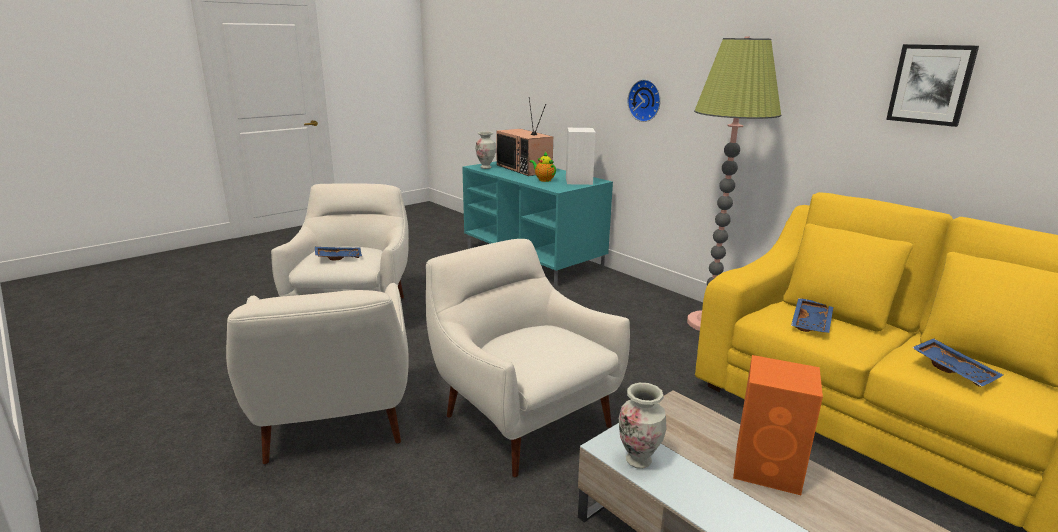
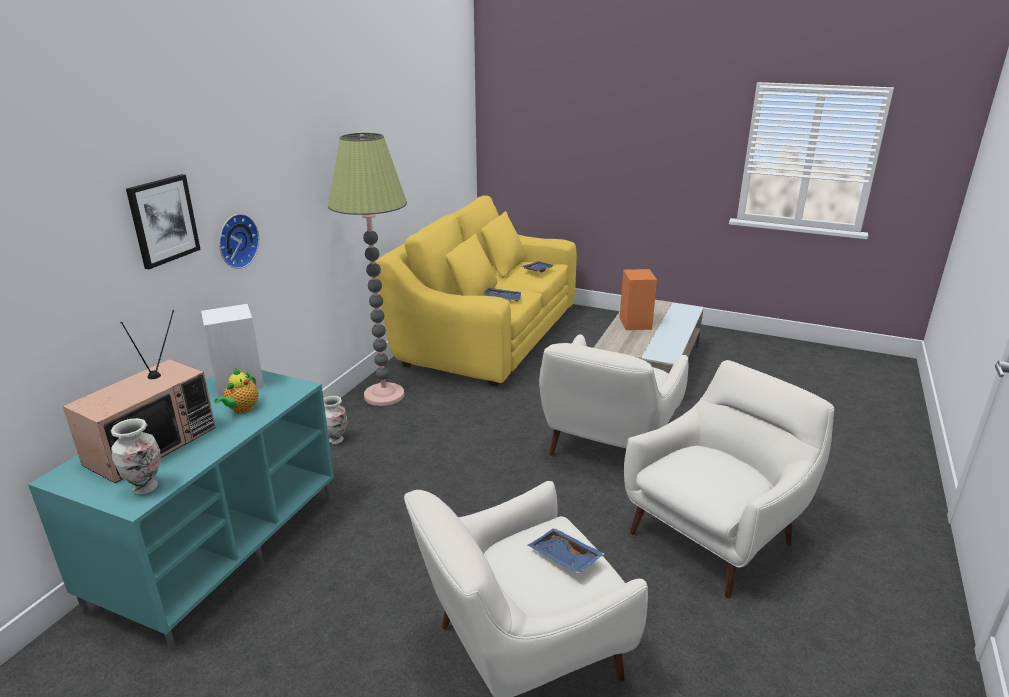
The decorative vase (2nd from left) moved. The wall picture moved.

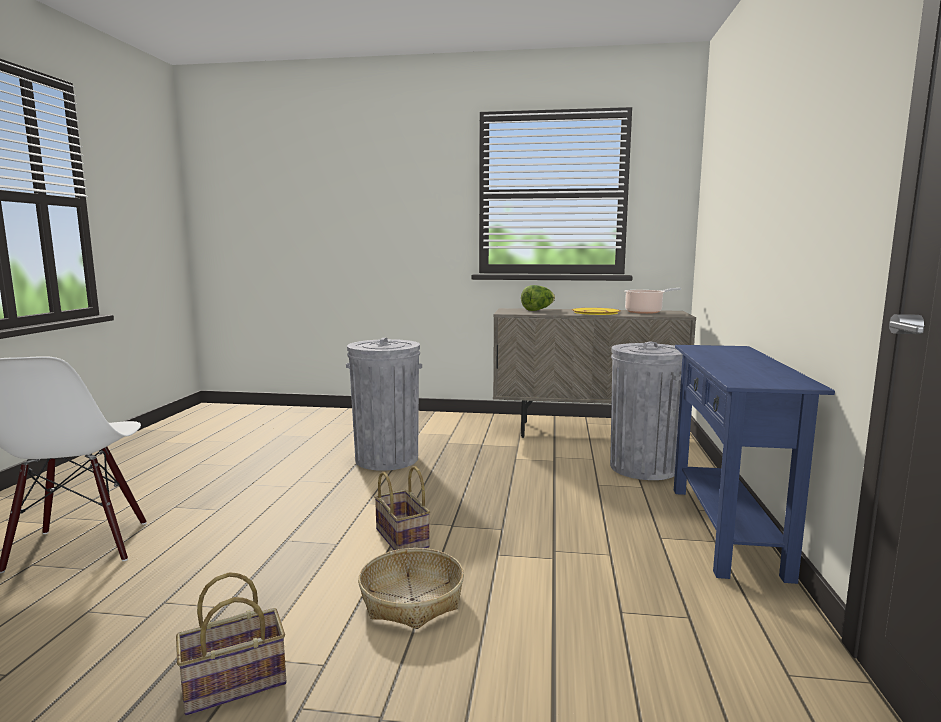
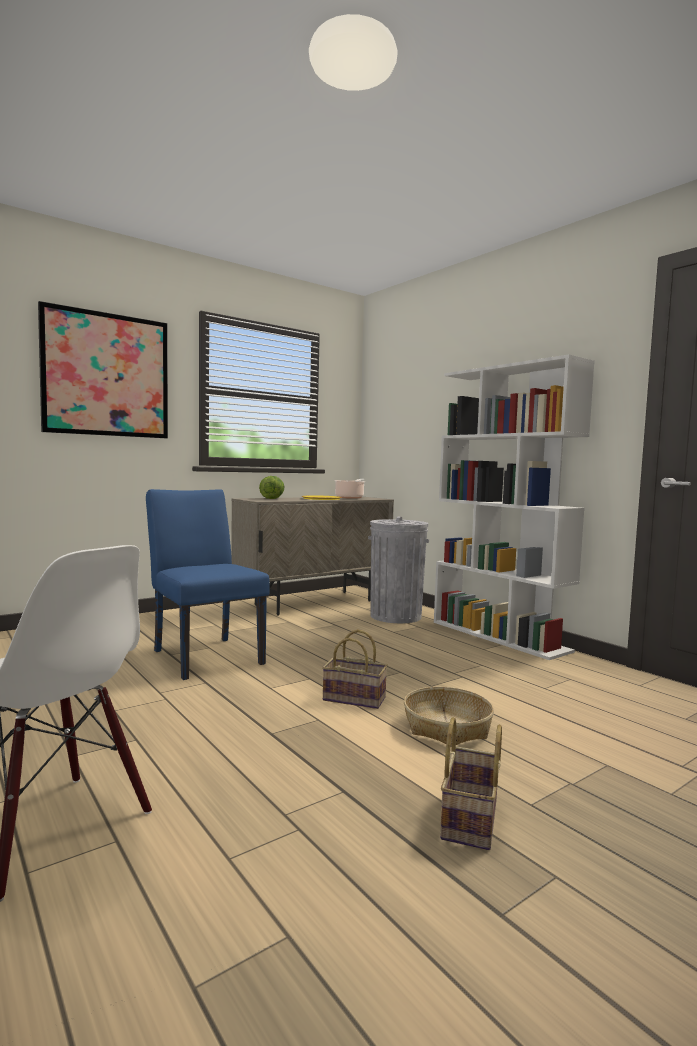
The trash can (greyish) (1st from left) was replaced by the plain chair (bluish). The console table (bluish) was replaced by the bookcase (white-coloured). The wall picture appeared.

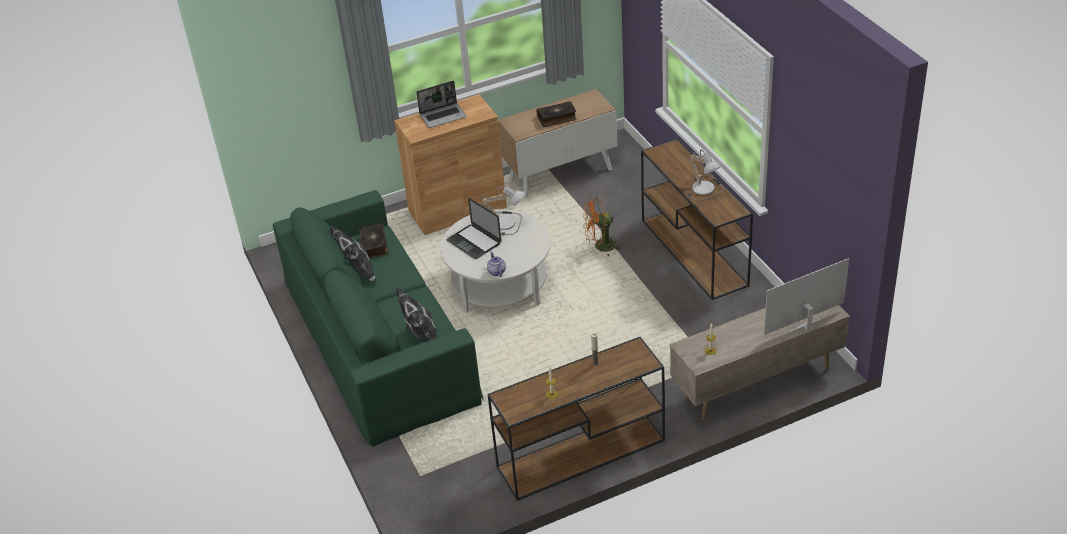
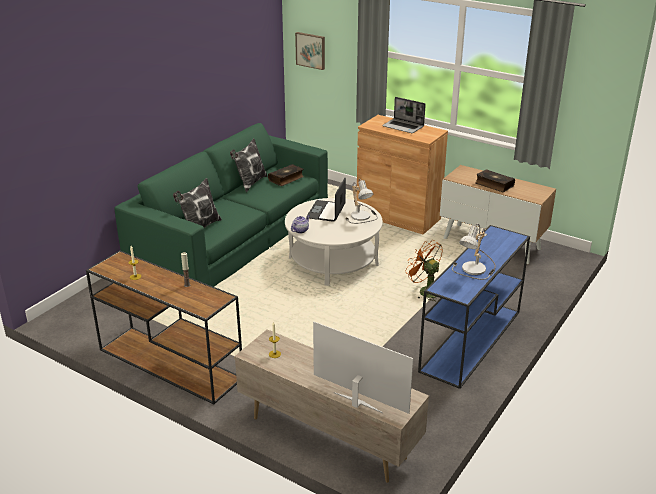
The console table (brownish) (2nd from left) became the console table (bluish). The wall picture appeared.

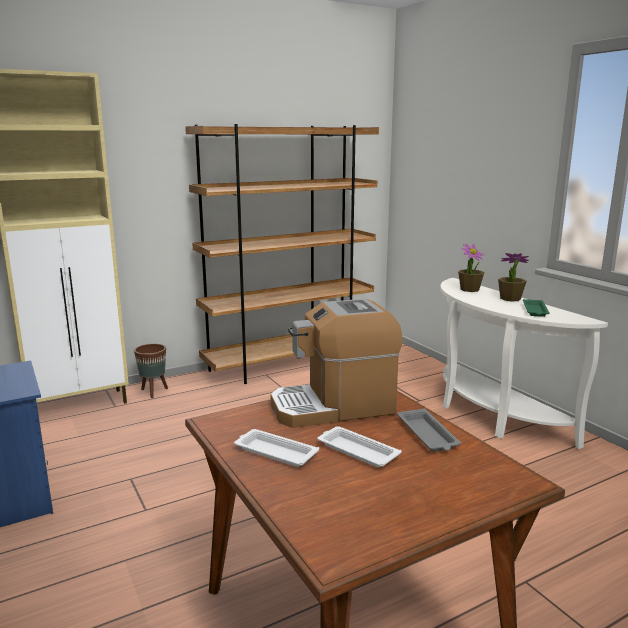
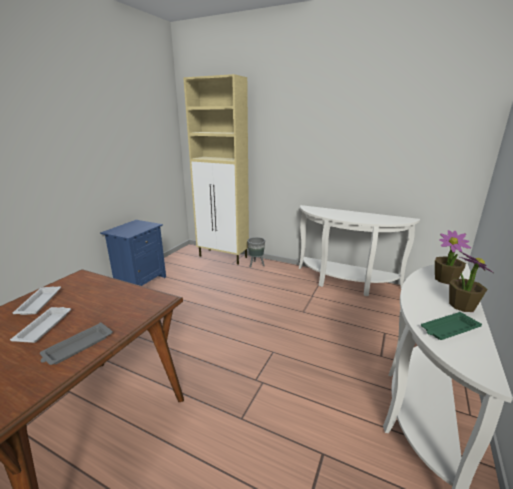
The planter (brownish) became the planter (greyish). The bookcase (brownish) was replaced by the console table (white-coloured) (1st from left). The coffee brewer disappeared.

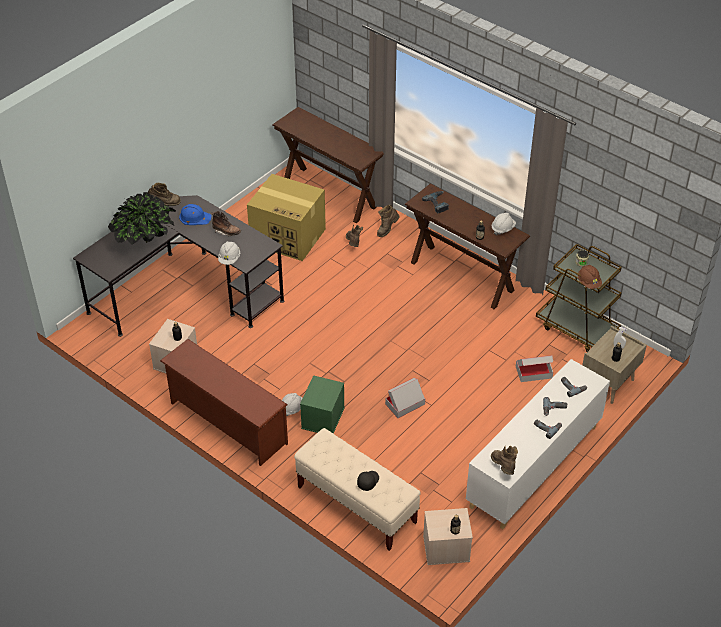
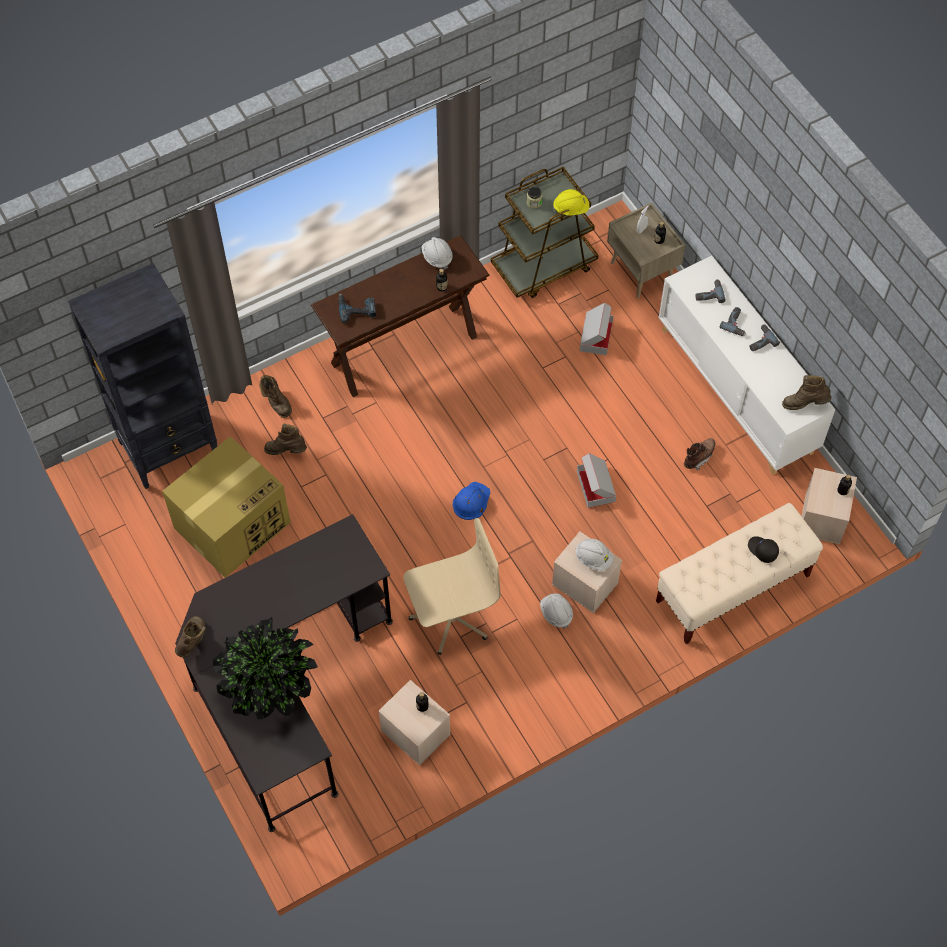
The shoe shelf (brownish) disappeared. The work helmet (bluish) moved. The boot (brownish) (2nd from left in the first image) moved. The work helmet (white-coloured) (1st from left in the first image) moved. The console table (brownish) (1st from left) was replaced by the bookcase (blackish). The storage bin (green-coloured) became the storage bin (beige-coloured) (2nd from left). The work helmet (brownish) became the work helmet (yellowish). The desk chair (beige-coloured) appeared.

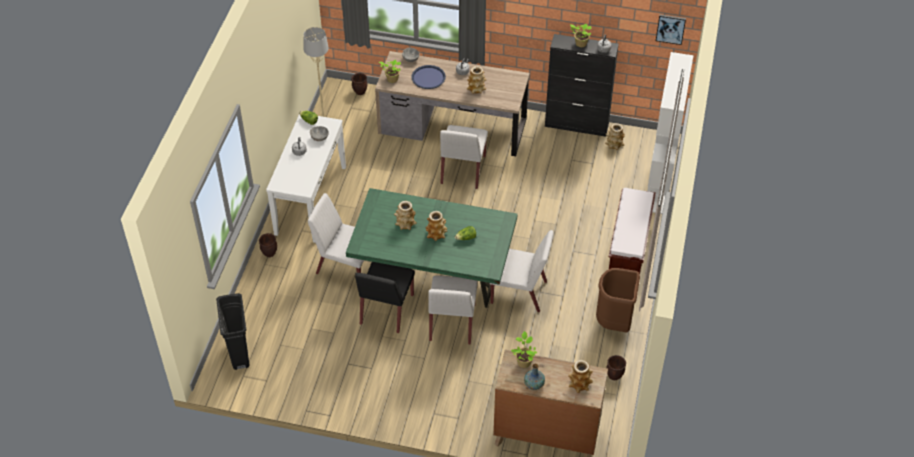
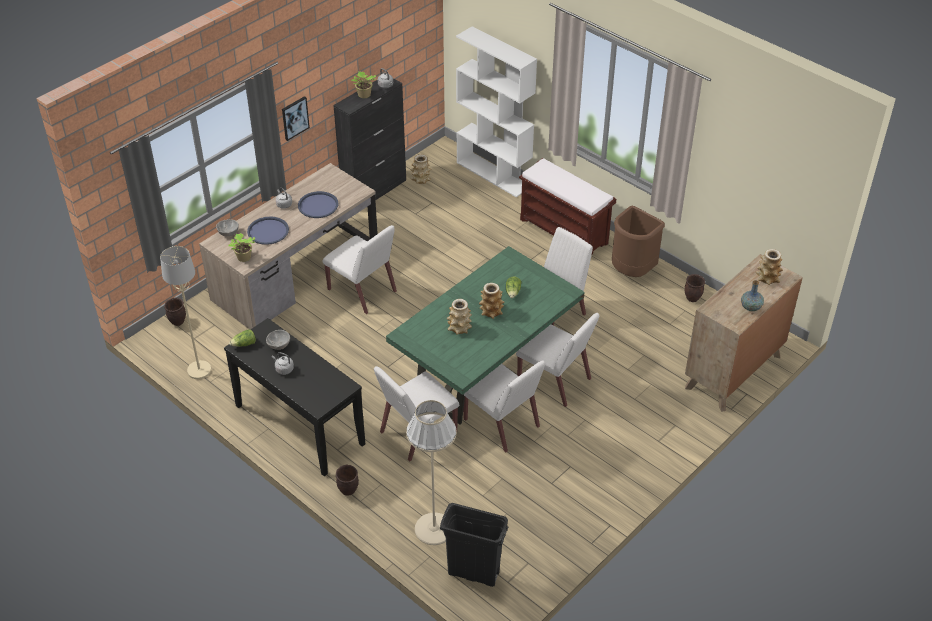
The console table (white-coloured) became the console table (blackish). The plain chair (blackish) became the plain chair (white-coloured) (3rd from left). The decorative vase (3rd from left) was replaced by the carrying tray (bluish) (2nd from left). The potted plant (2nd from left) disappeared. The wall picture moved. The standing lamp (beige-coloured) (2nd from left) appeared.

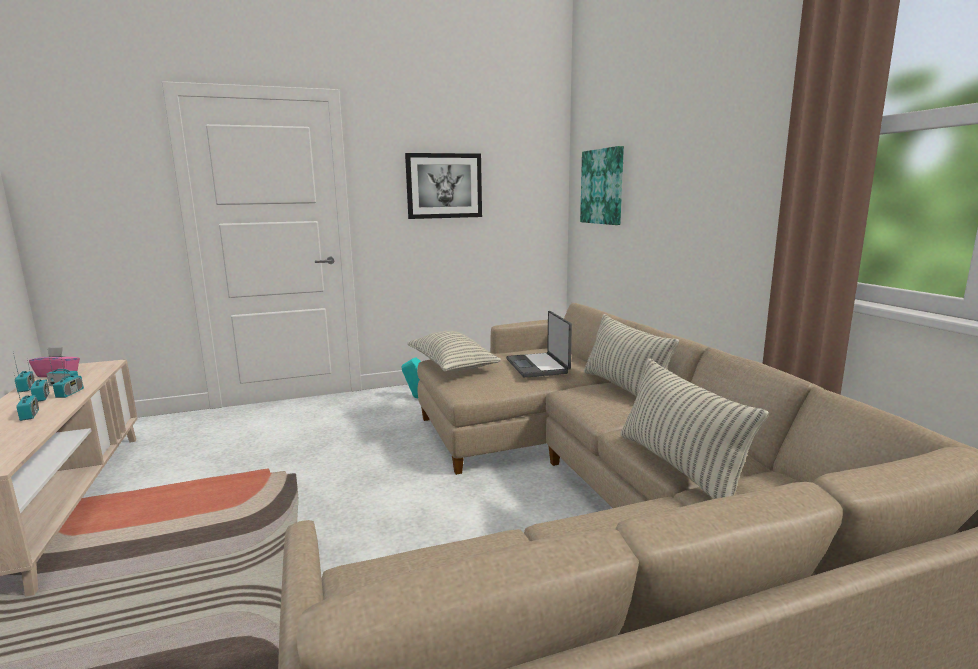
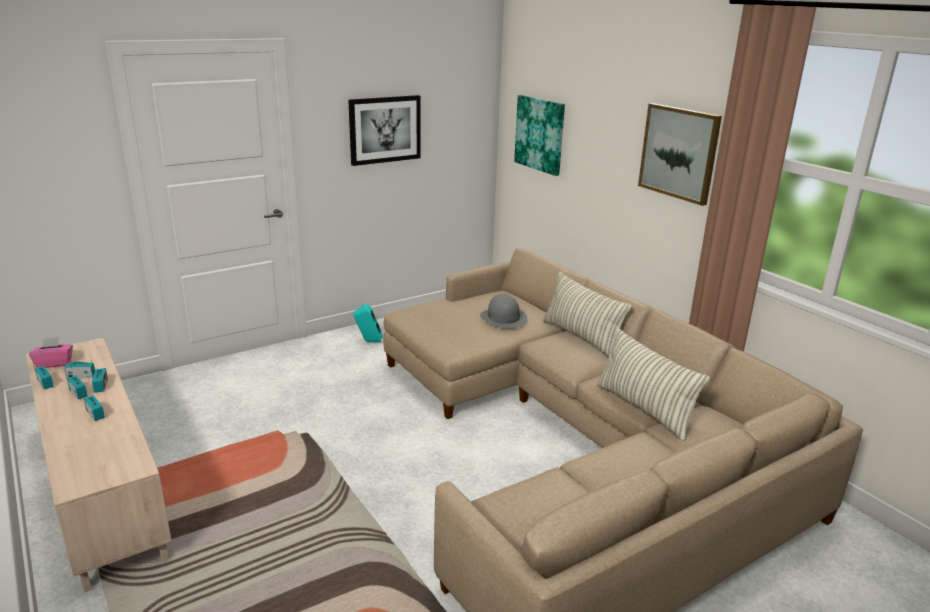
The pillow (1st from left) disappeared. The notebook computer was replaced by the clothing hat (greyish). The wall picture (3rd from left) appeared.

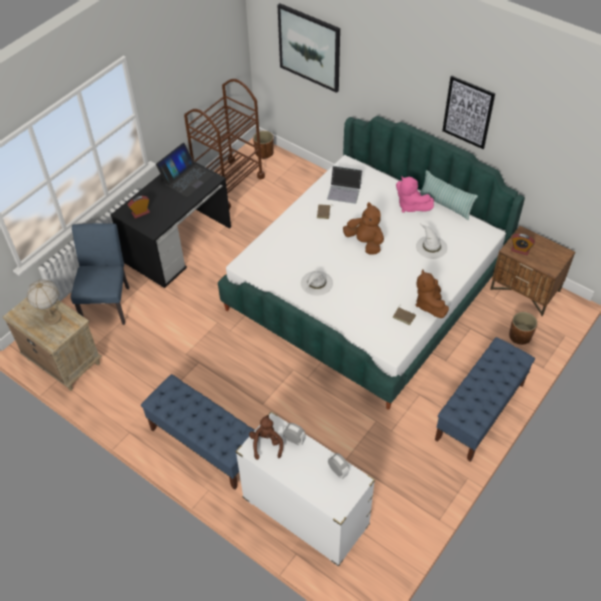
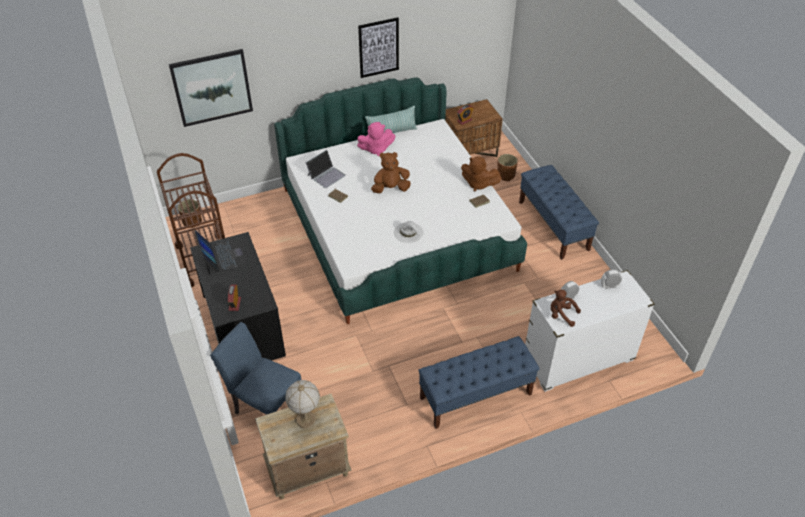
The clothing hat (white-coloured) (2nd from left) disappeared.

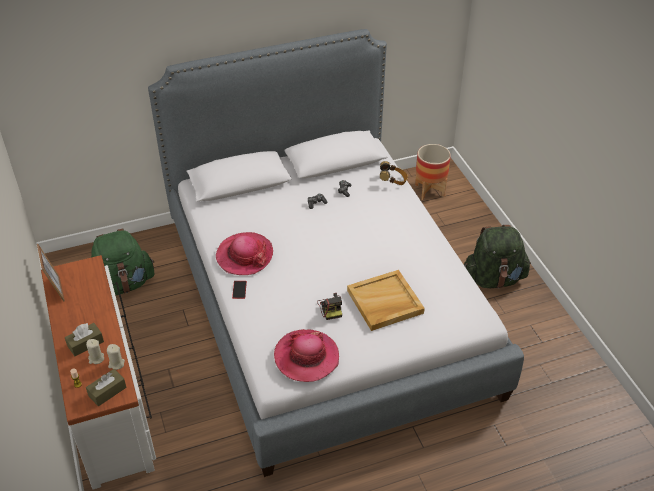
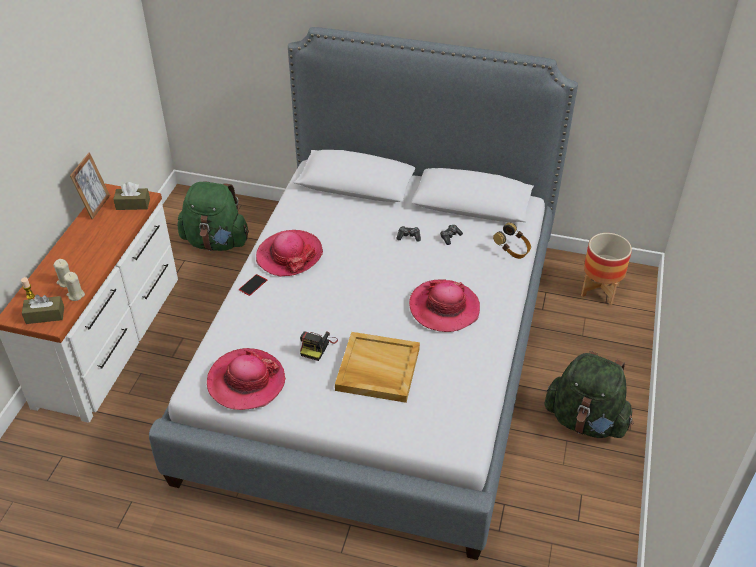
The tissue holder (brownish) (1st from left in the first image) moved. The clothing hat (3rd from left) appeared.

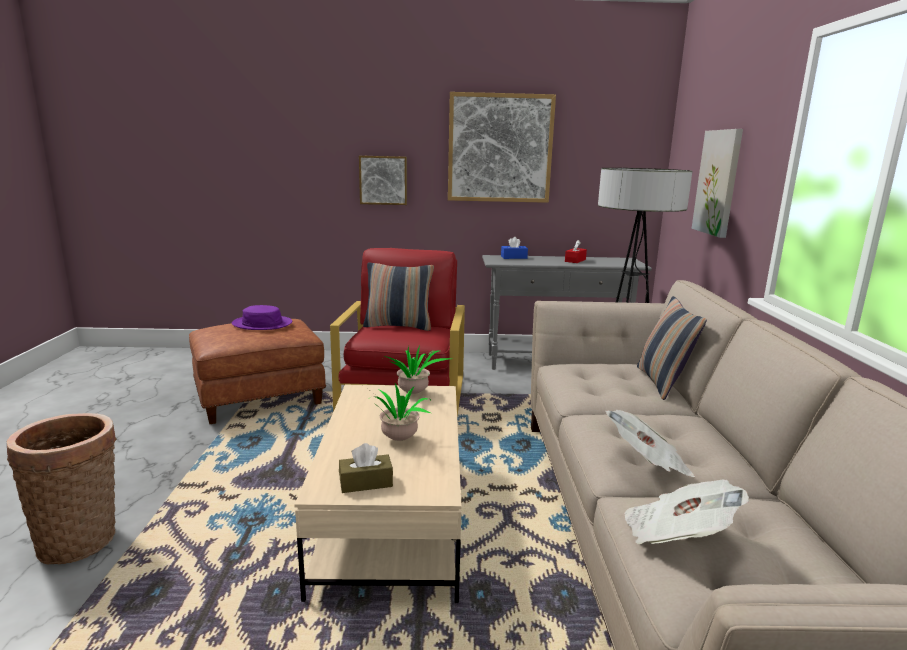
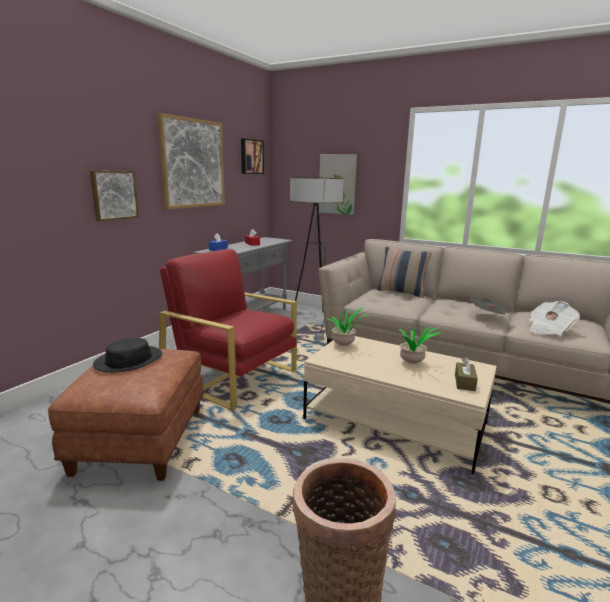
The clothing hat (purple-coloured) became the clothing hat (blackish). The pillow (1st from left) disappeared. The wall picture (3rd from left) appeared.

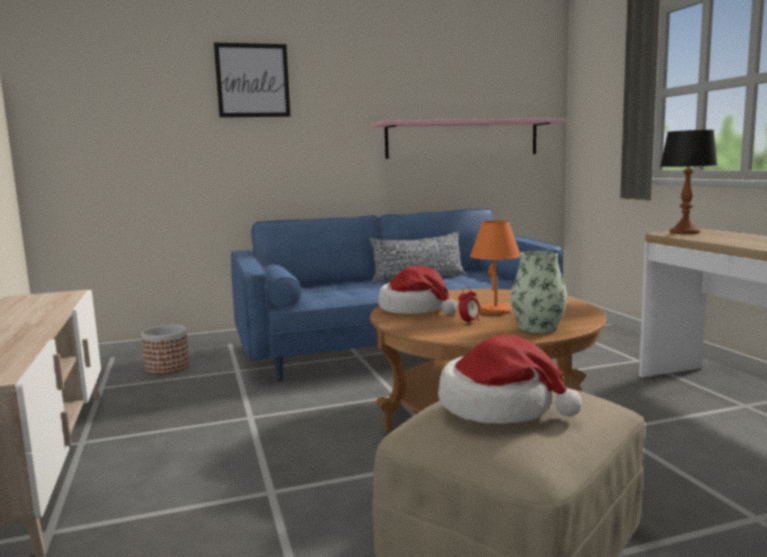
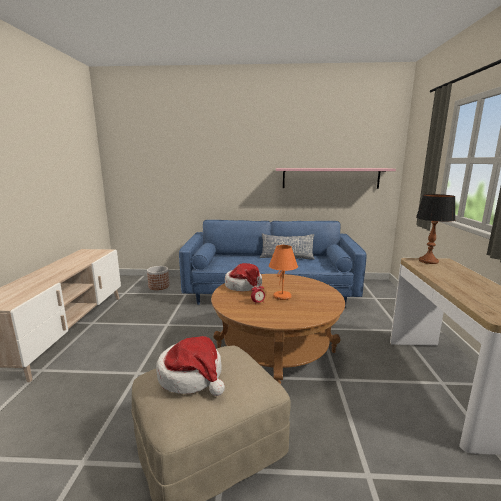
The wall picture disappeared. The decorative vase disappeared.

